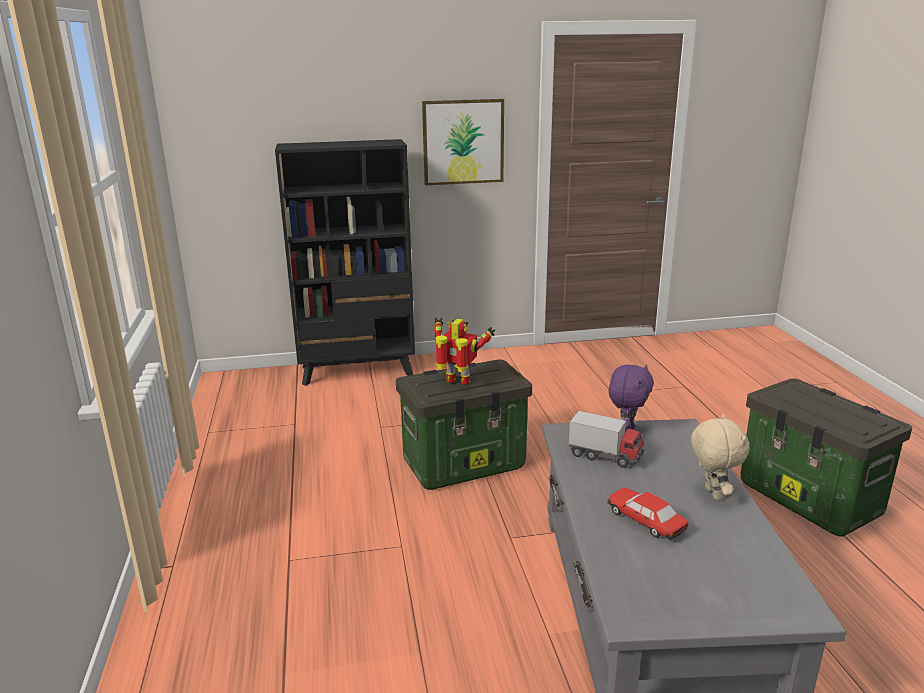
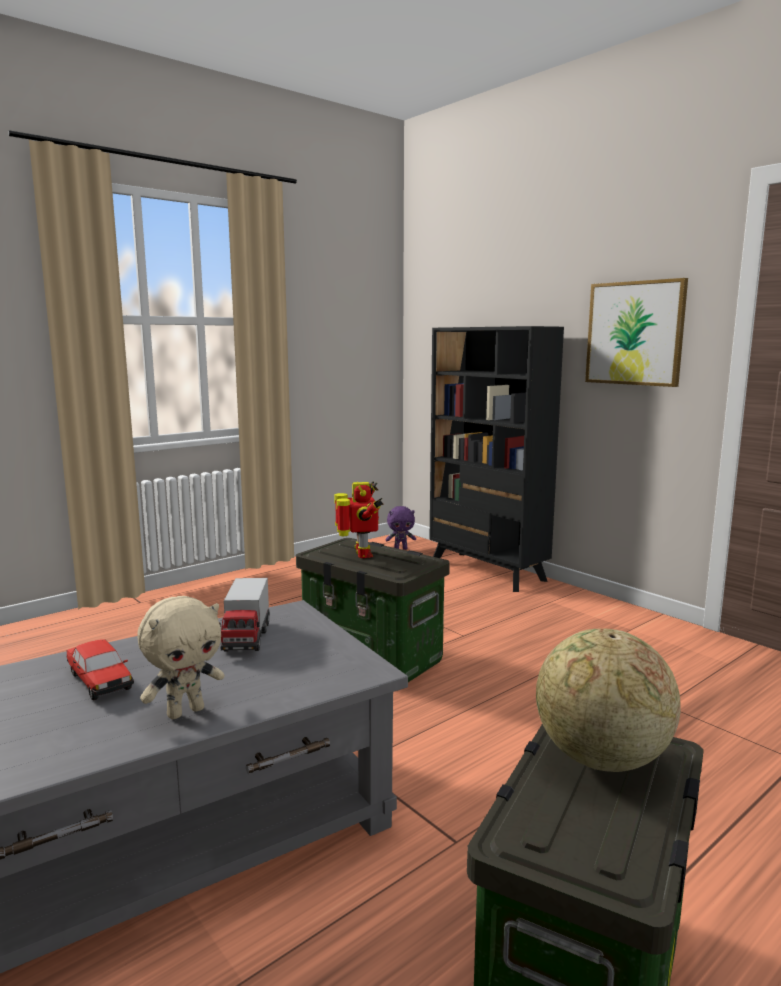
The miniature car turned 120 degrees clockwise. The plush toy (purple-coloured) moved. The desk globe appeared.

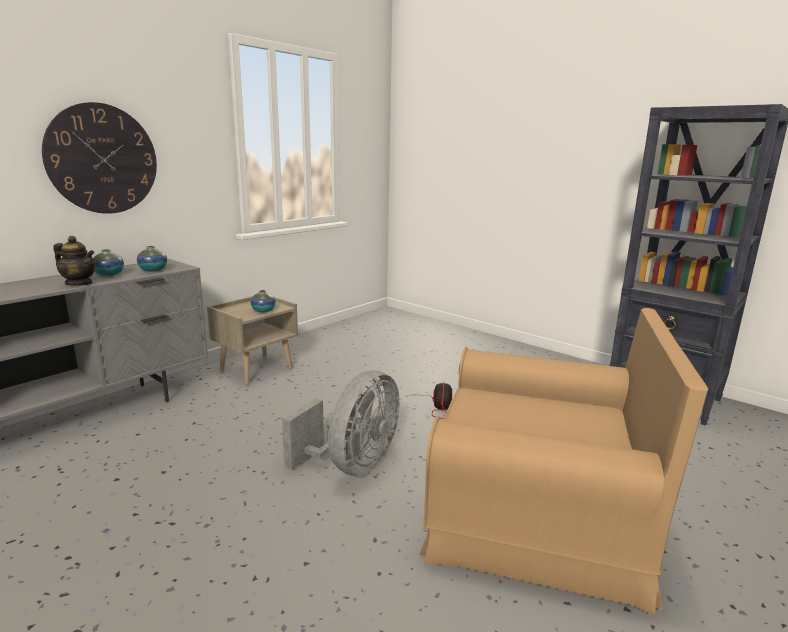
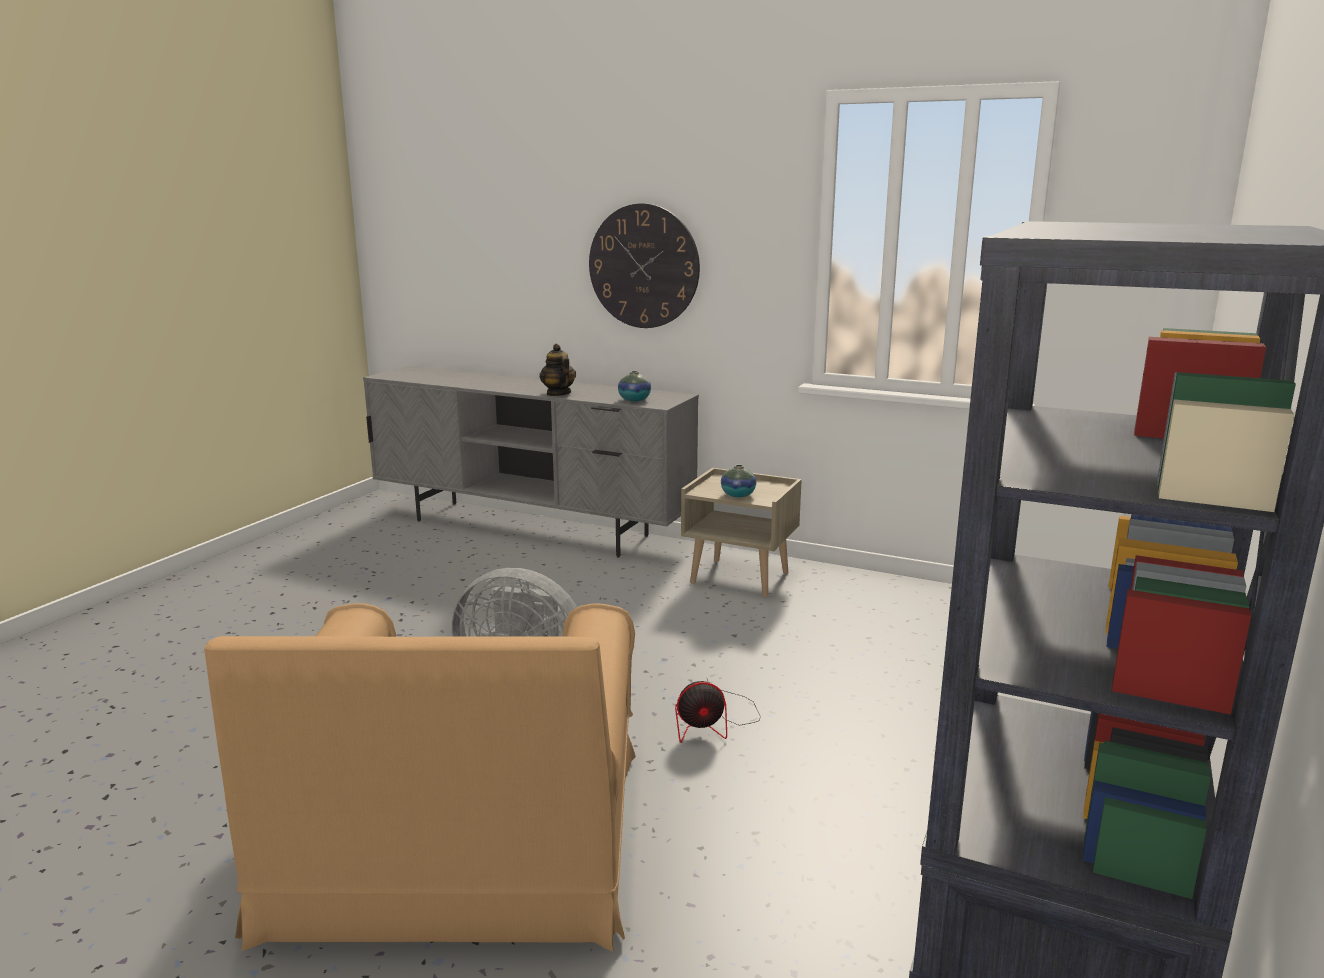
The teapot turned 150 degrees clockwise. The decorative vase (1st from left) disappeared.

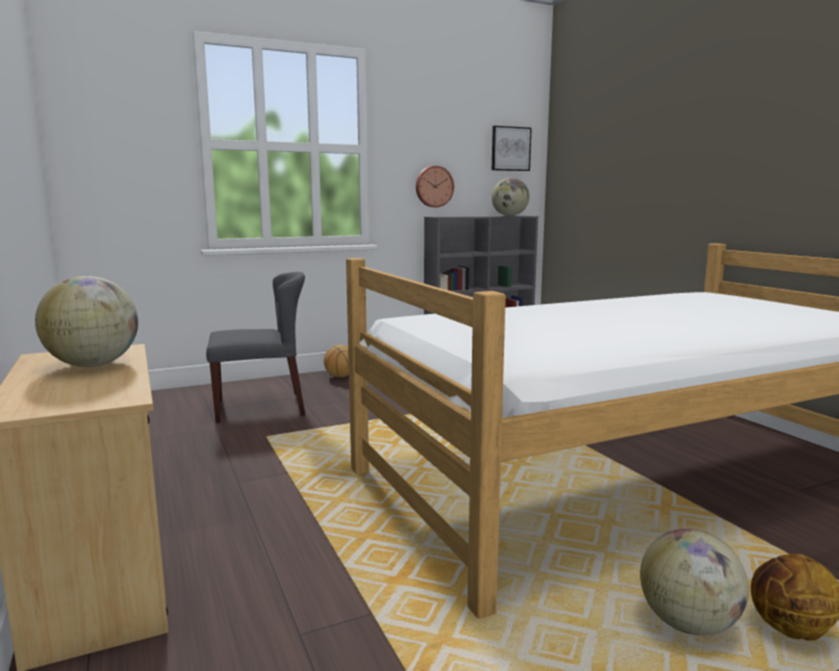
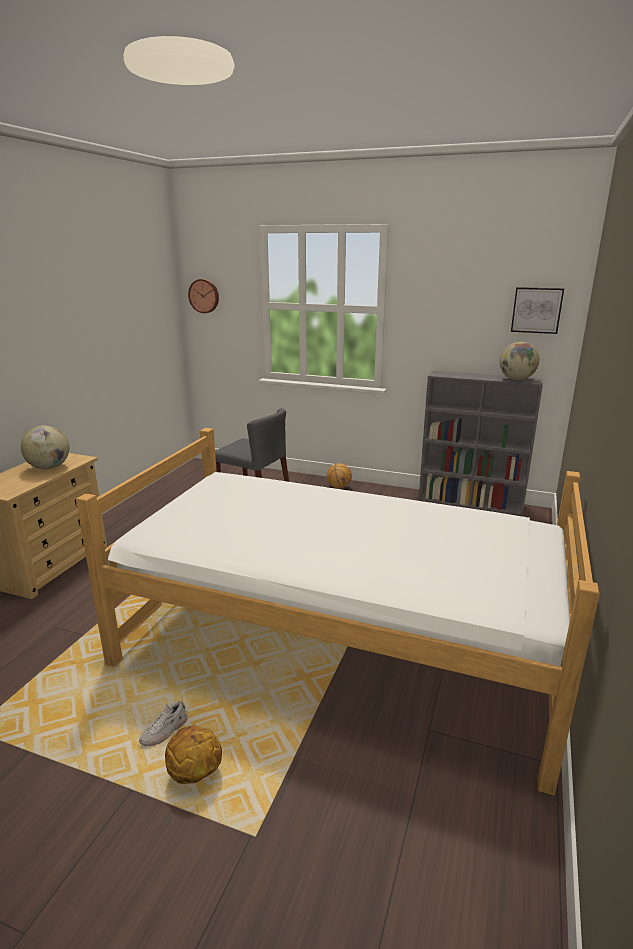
The clock on the wall moved. The desk globe (3rd from left) was replaced by the item of footwear (white-coloured).

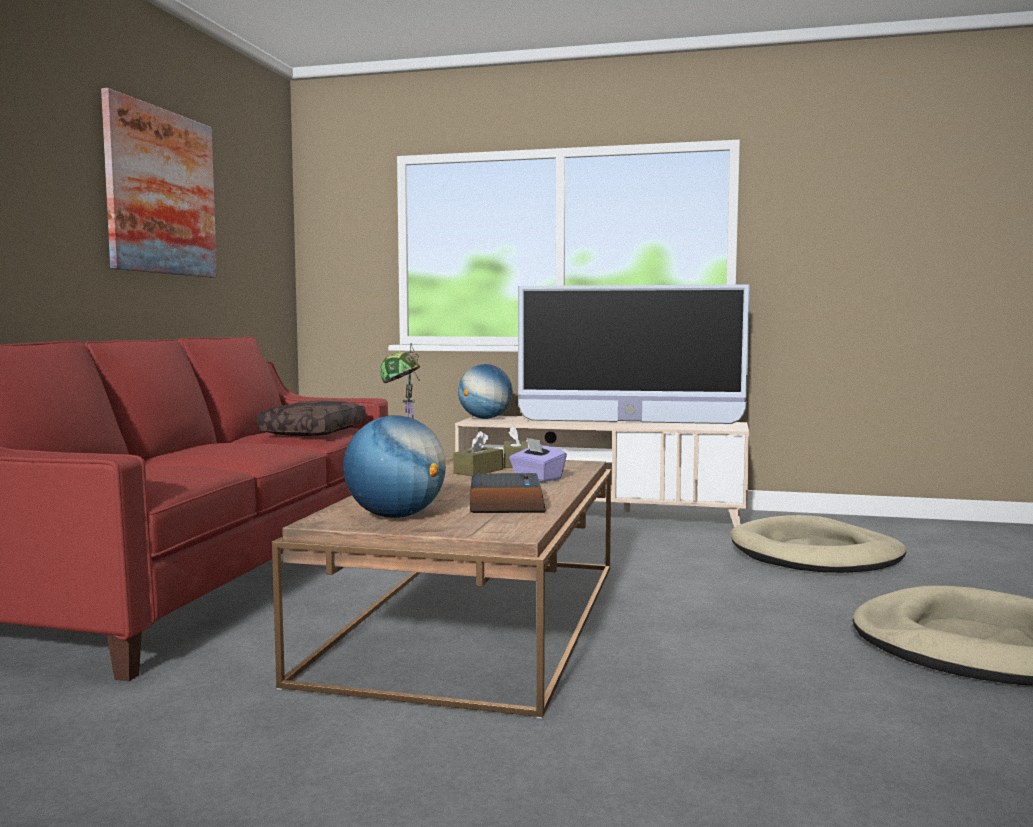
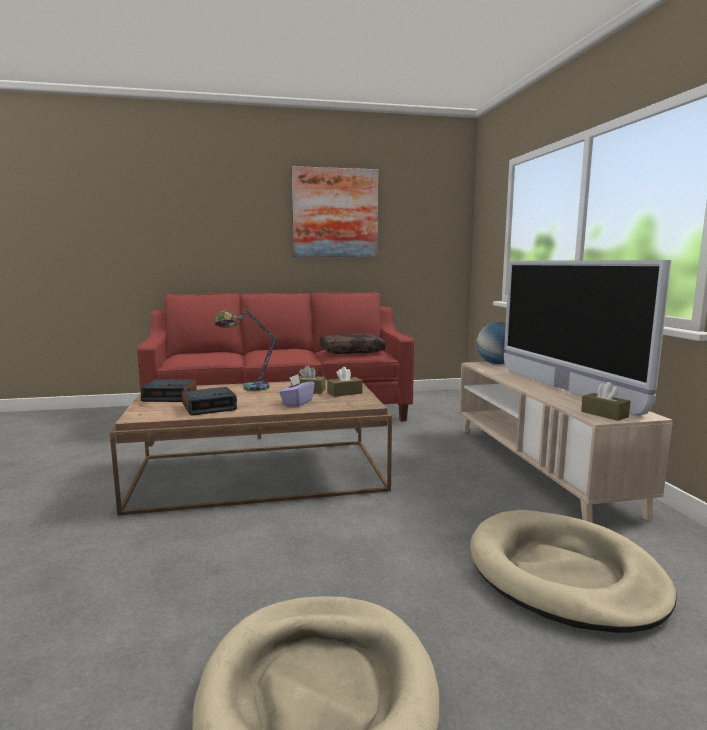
The desk globe (1st from left) was replaced by the alarm clock (1st from left). The tissue holder (brownish) (3rd from left) appeared.

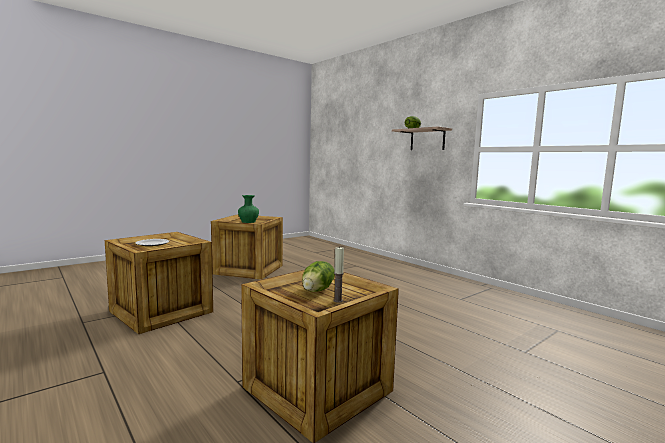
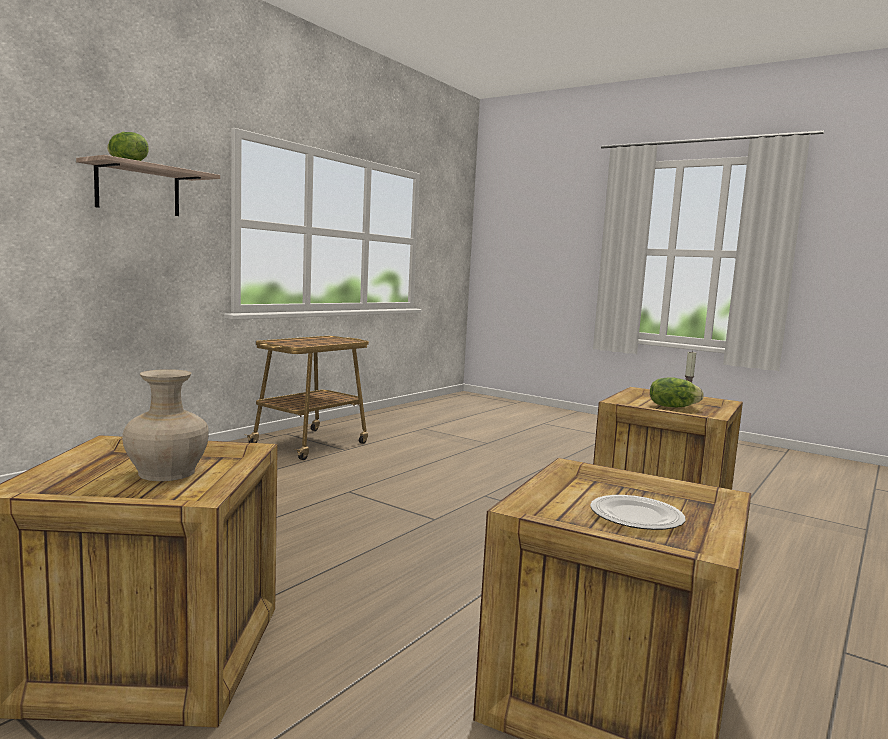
The decorative vase (green-coloured) became the decorative vase (beige-coloured). The wheeled cart appeared.

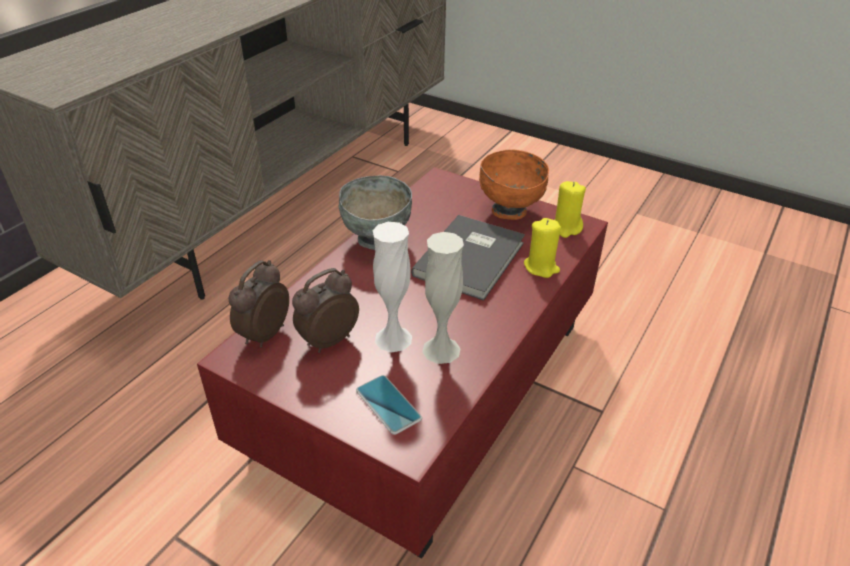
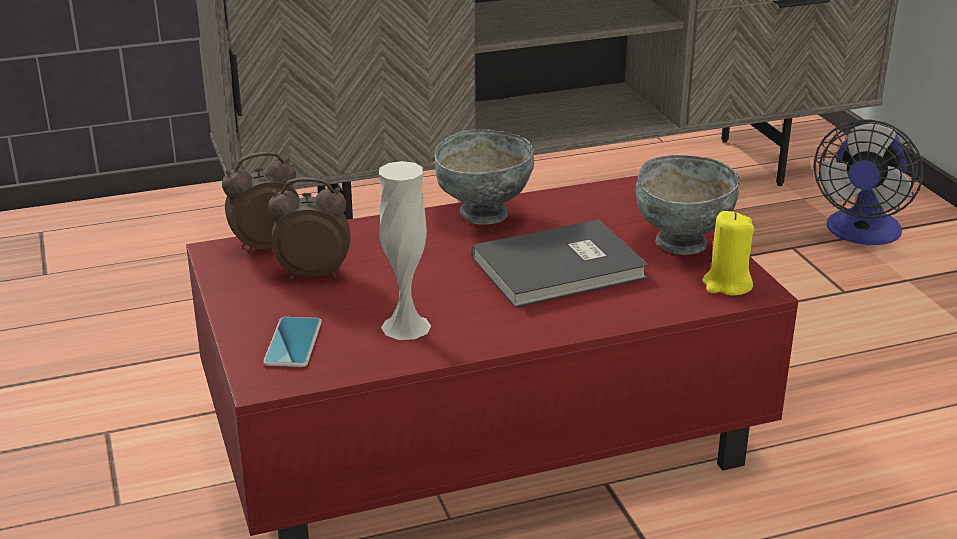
The decorative vase (white-coloured) (1st from left) disappeared. The bowl (orange) became the bowl (greyish) (2nd from left). The wax light (yellowish) (1st from left) disappeared. The electric fan appeared.

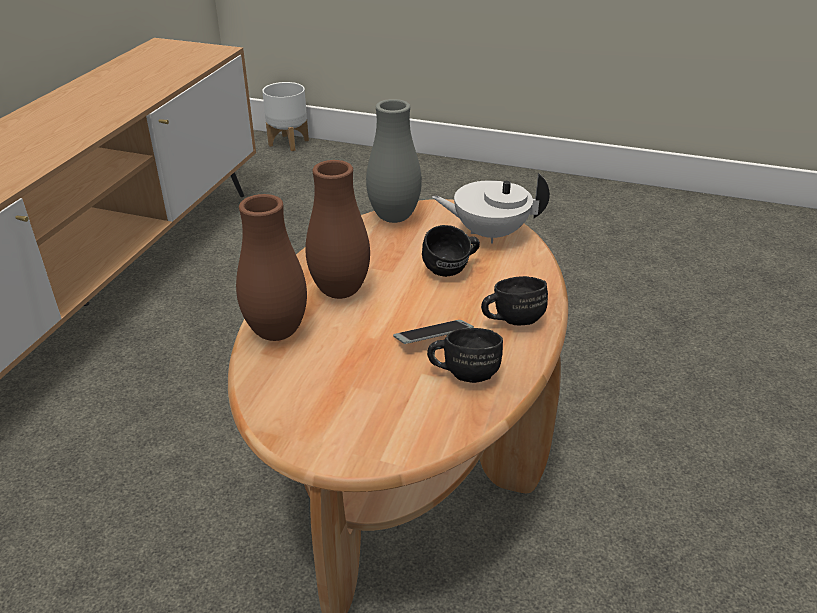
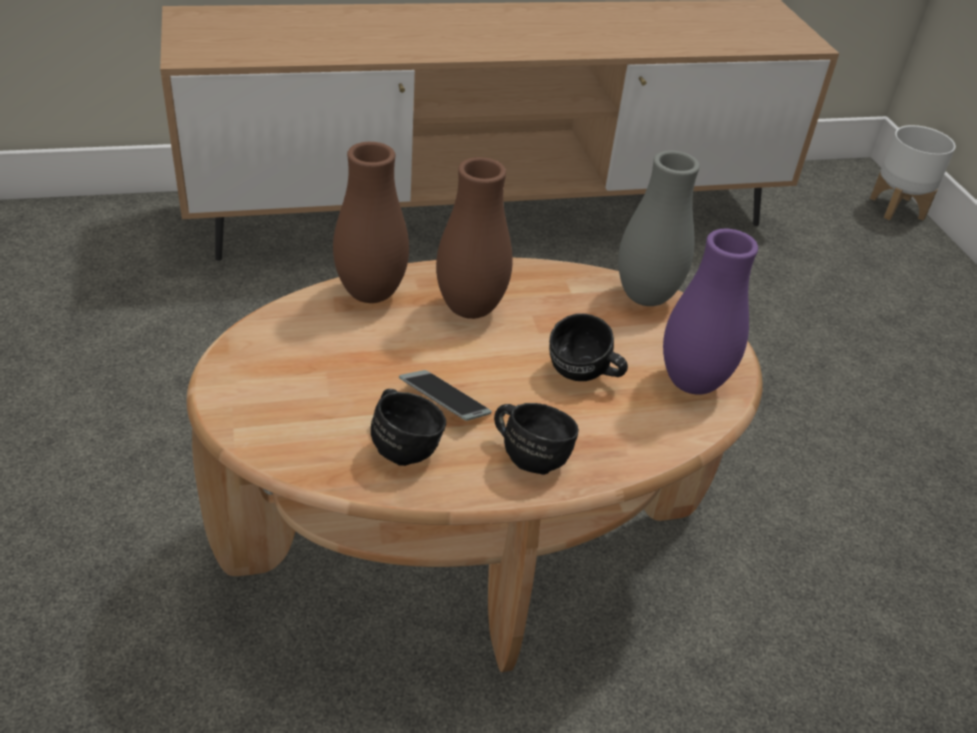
The teapot (white-coloured) was replaced by the decorative vase (purple-coloured).

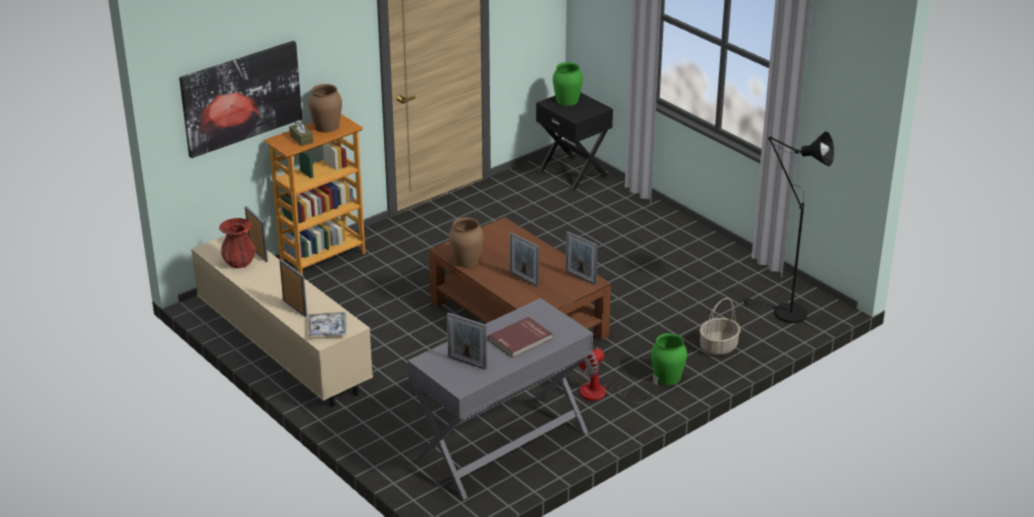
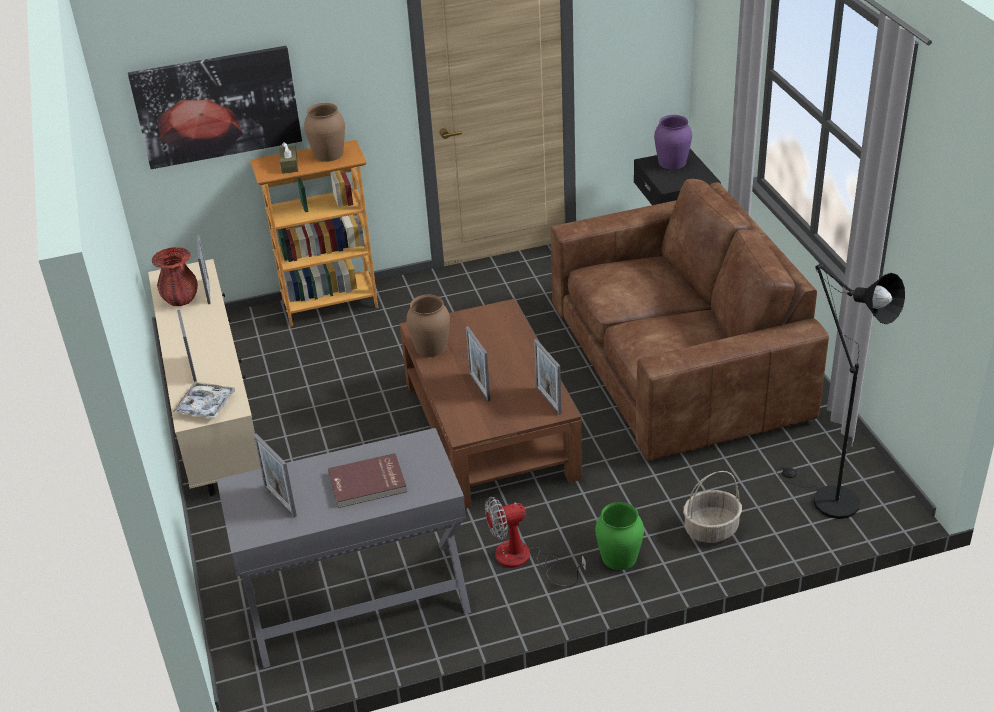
The decorative vase (green-coloured) (1st from left) became the decorative vase (purple-coloured). The couch (brownish) appeared.

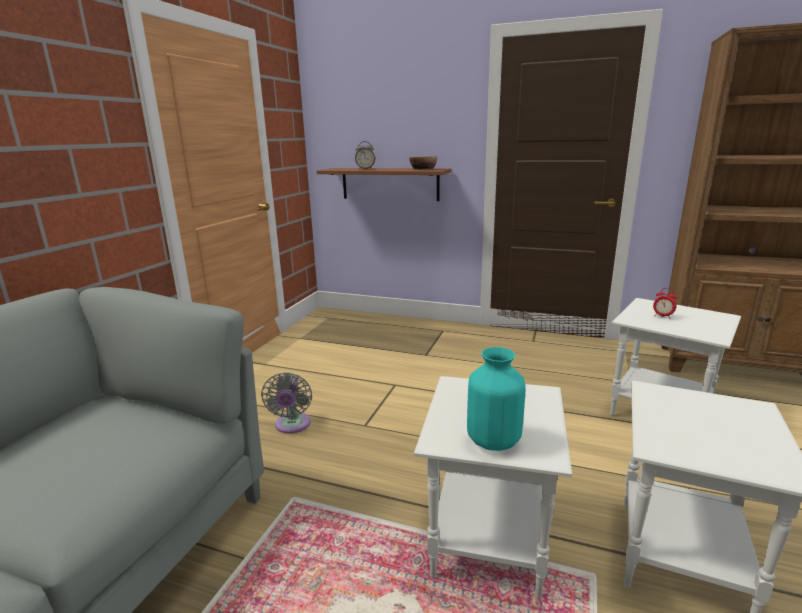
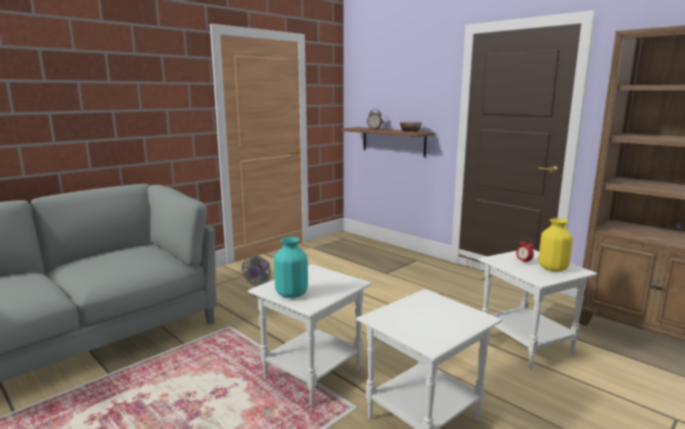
The decorative vase (yellowish) appeared.

